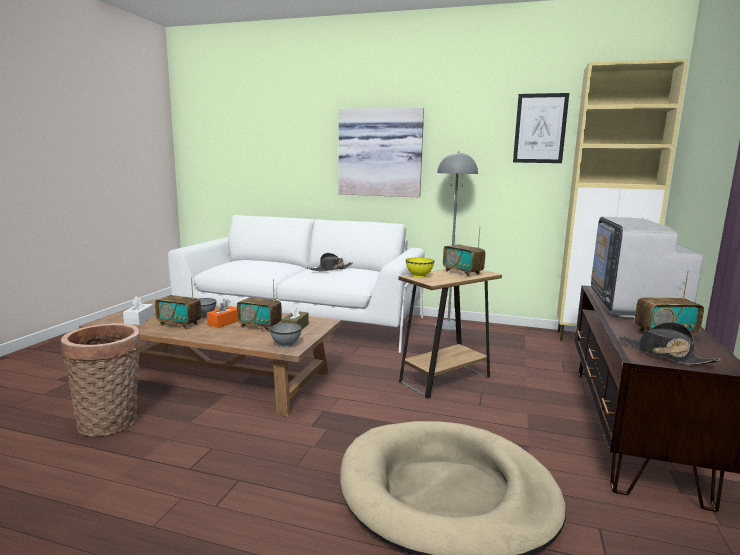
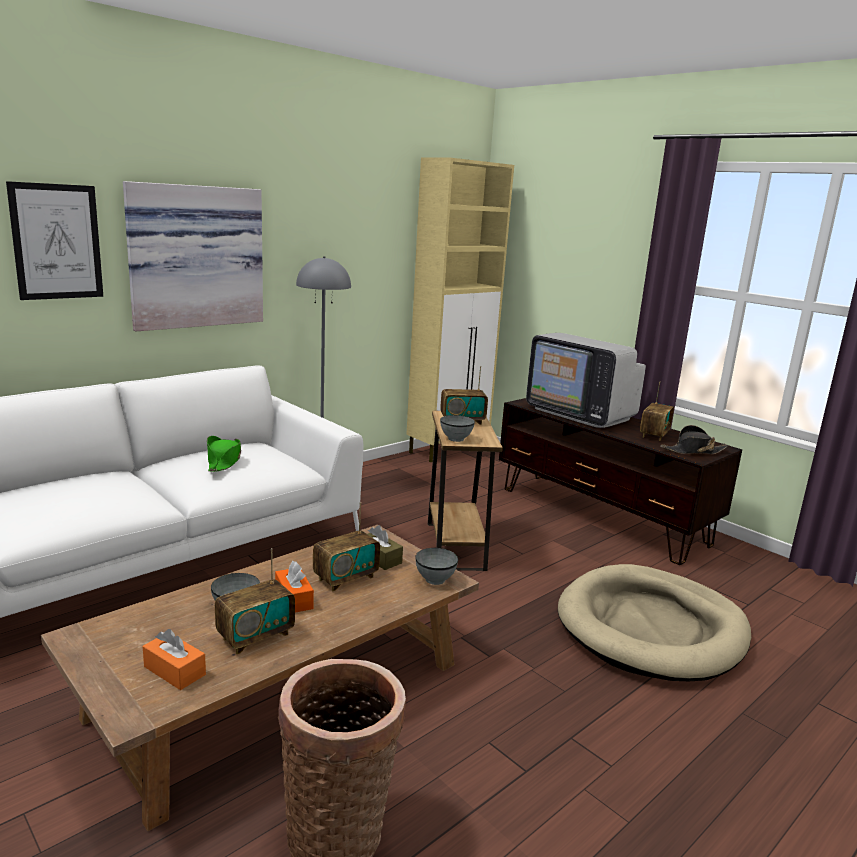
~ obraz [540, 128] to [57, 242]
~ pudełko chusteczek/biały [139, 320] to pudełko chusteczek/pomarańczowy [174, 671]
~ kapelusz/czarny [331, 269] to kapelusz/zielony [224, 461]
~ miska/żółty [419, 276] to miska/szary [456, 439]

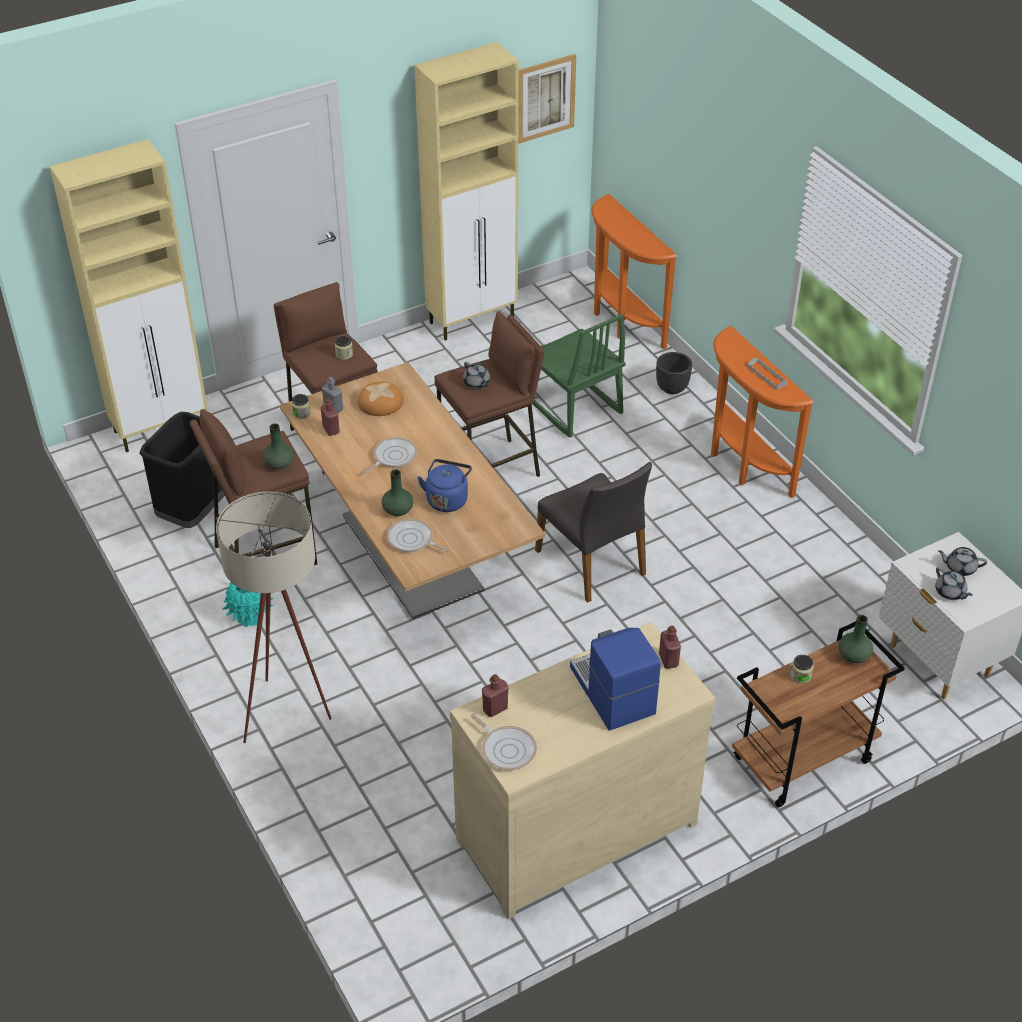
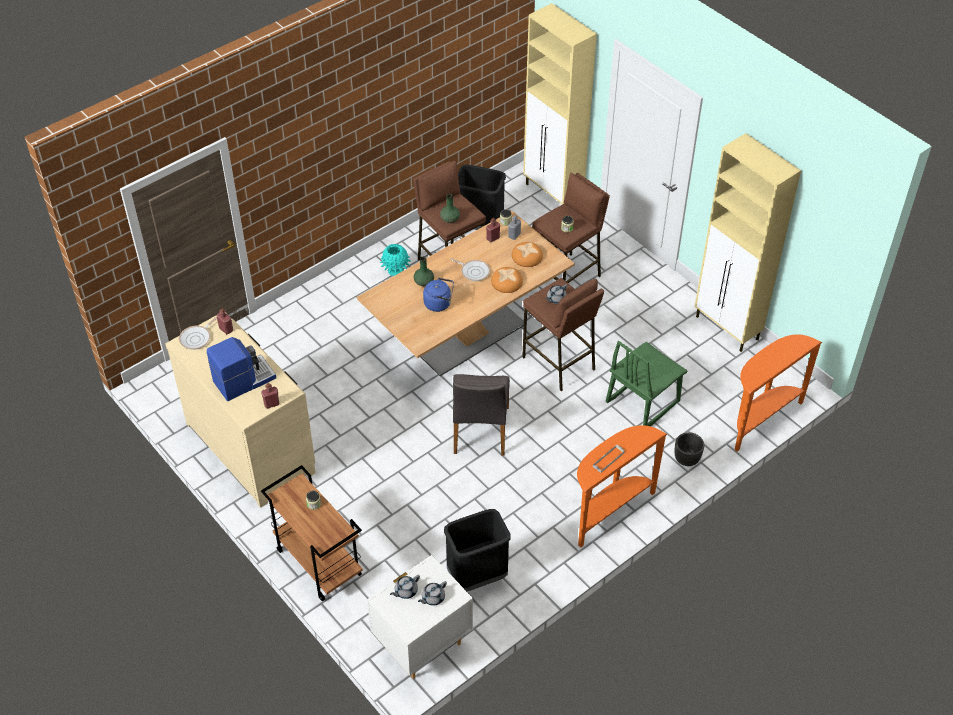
~ imbryk/szary [960, 568] = [432, 597] 135 degrees counterclockwise
+ kosz na śmieci/czarny [477, 576]
~ krzesło/szary [592, 562] = [480, 430] 45 degrees counterclockwise
+ chleb [507, 282]
- lampa stojąca/beżowy [291, 715]
- patelnia [412, 540]
- obraz [545, 98]
- wazon/zielony [854, 655]

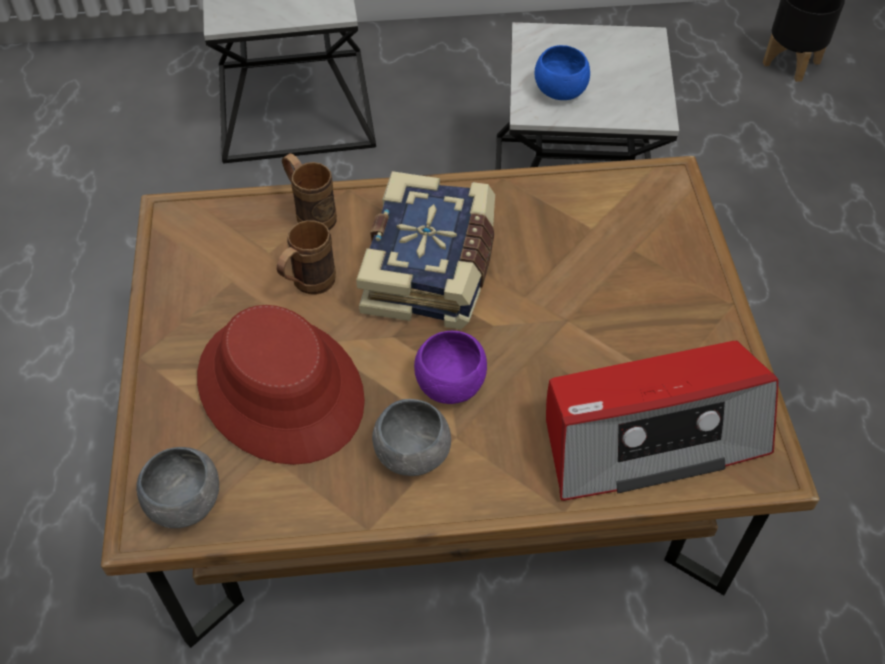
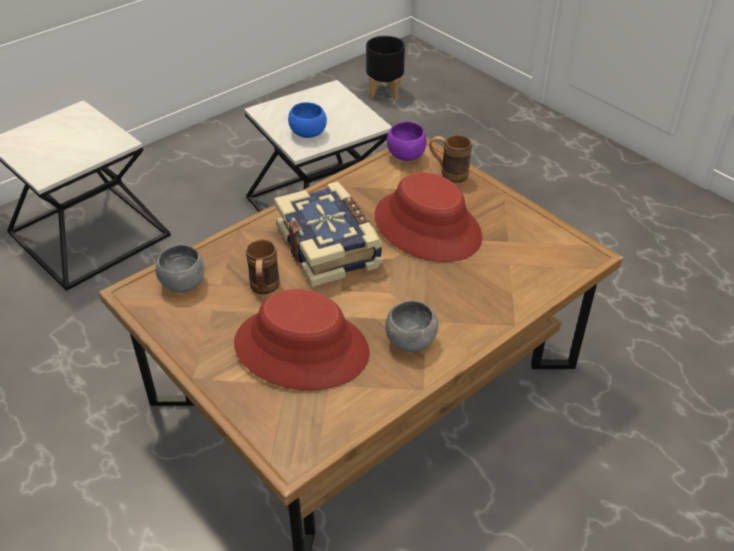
~ miska/szary [185, 503] to [183, 283]
+ kapelusz/czerwony [428, 227]
~ miska/fioletowy [450, 384] to [406, 155]
~ kubek/brązowy [310, 214] to [448, 174]
- radio [650, 435]

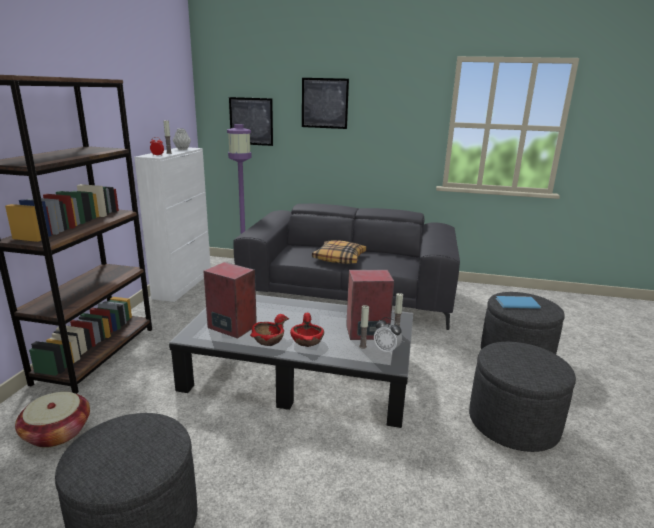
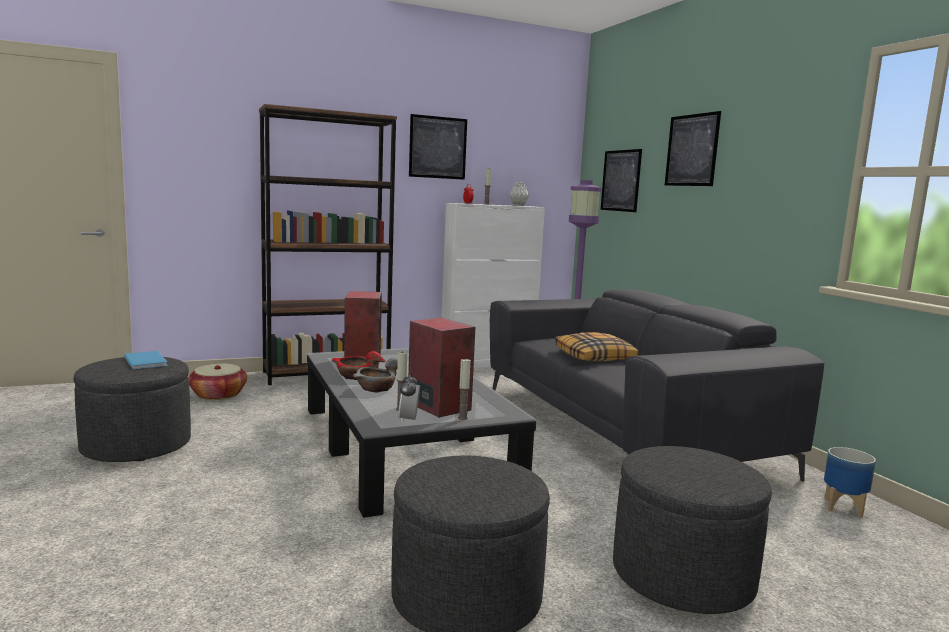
~ książka/niebieski [516, 303] to [146, 361]
~ miska/czerwony [307, 341] to miska/szary [376, 388]
+ obraz [438, 147]
+ donica [843, 508]

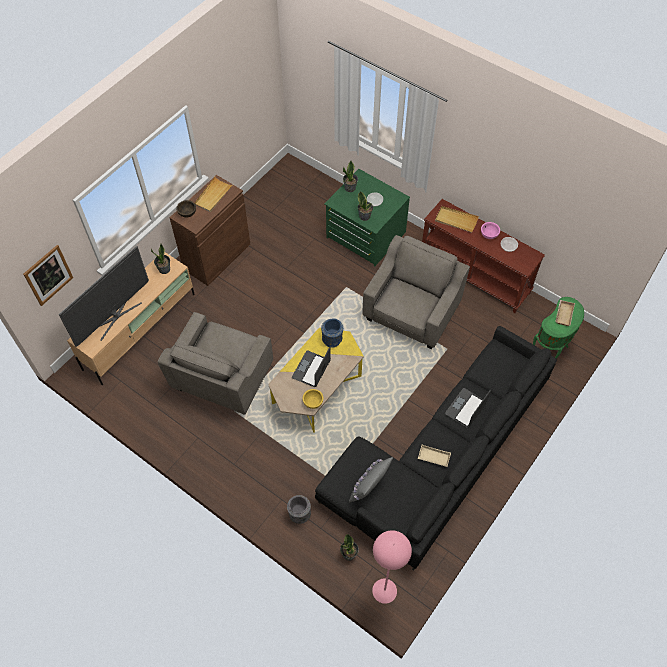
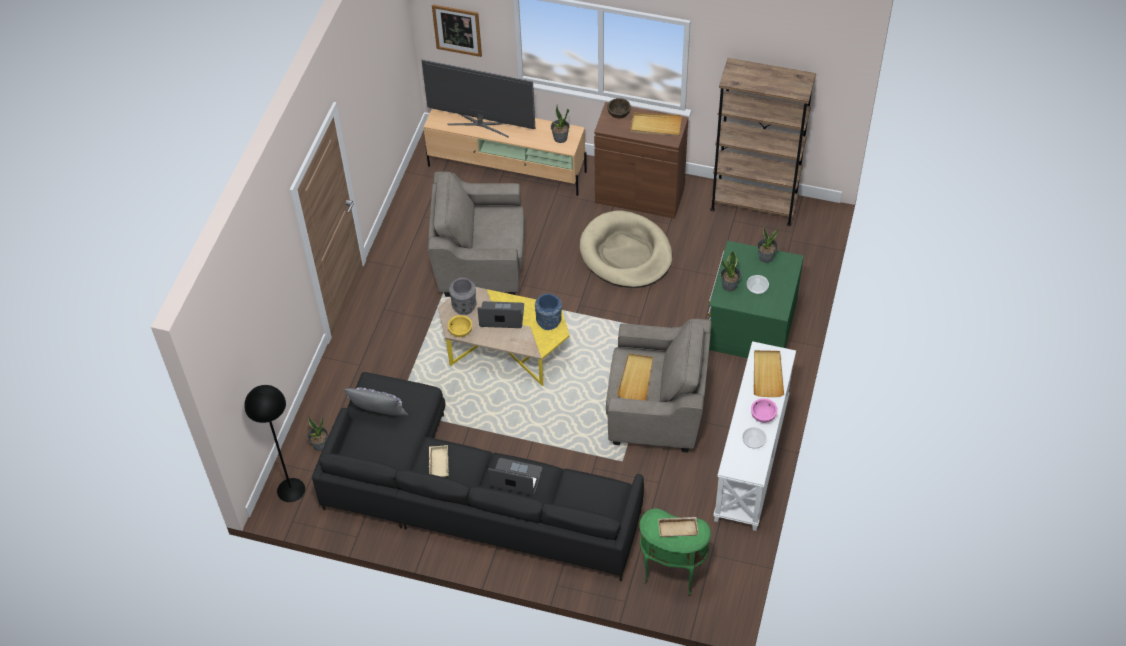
~ lampa stojąca/różowy [384, 591] to lampa stojąca/czarny [290, 490]
~ wazon/szary [299, 514] to [464, 306]
+ legowisko/beżowy [626, 253]
+ taca/beżowy [636, 378]
+ regał/brązowy [753, 205]
~ stolik konsolowy/brązowy [475, 275] to stolik konsolowy/biały [752, 460]

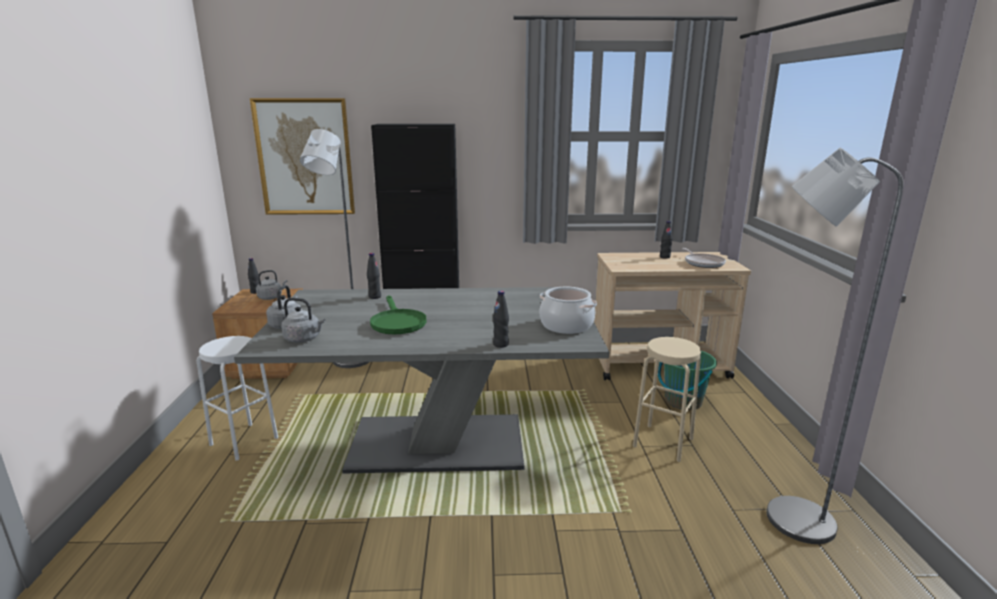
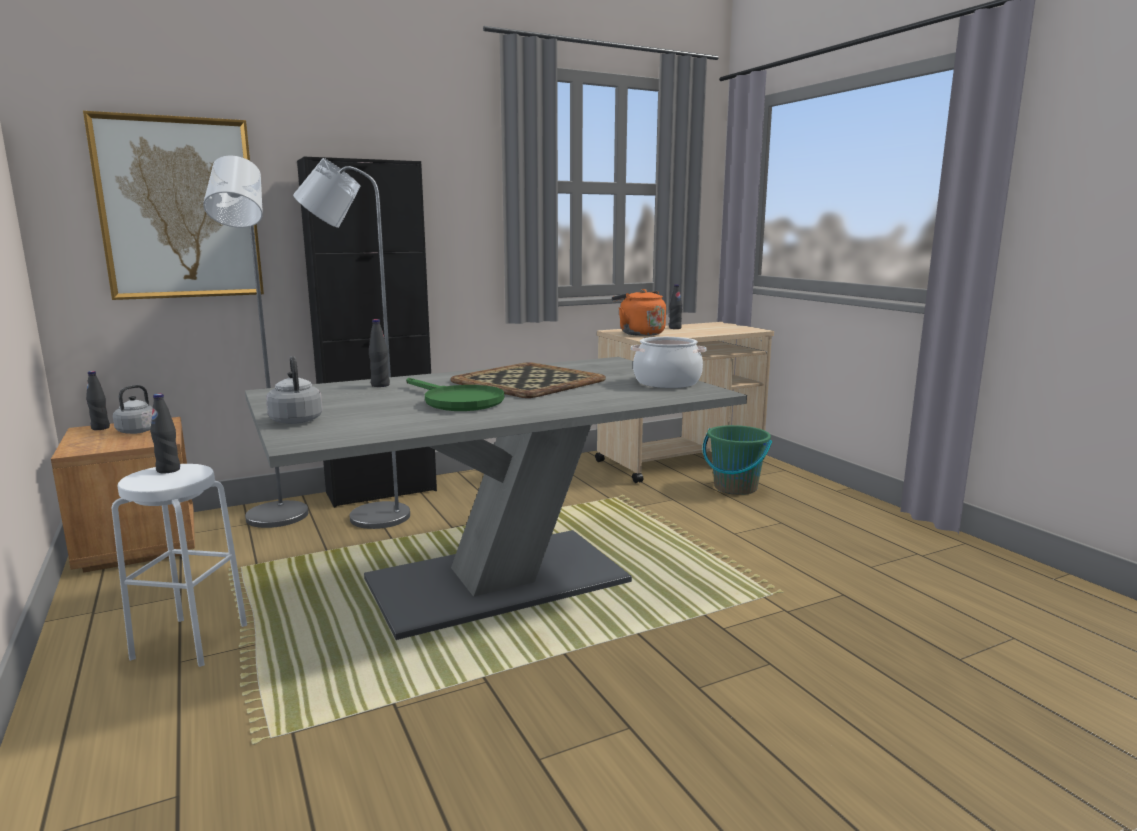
~ butelka/czarny [500, 344] to [168, 470]
~ lampa stojąca/szary [786, 517] to [368, 517]
+ taca [526, 381]
+ czajnik/pomarańczowy [639, 333]
- czajnik/szary [304, 339]
- stołek/beżowy [663, 442]
- patelnia [703, 263]

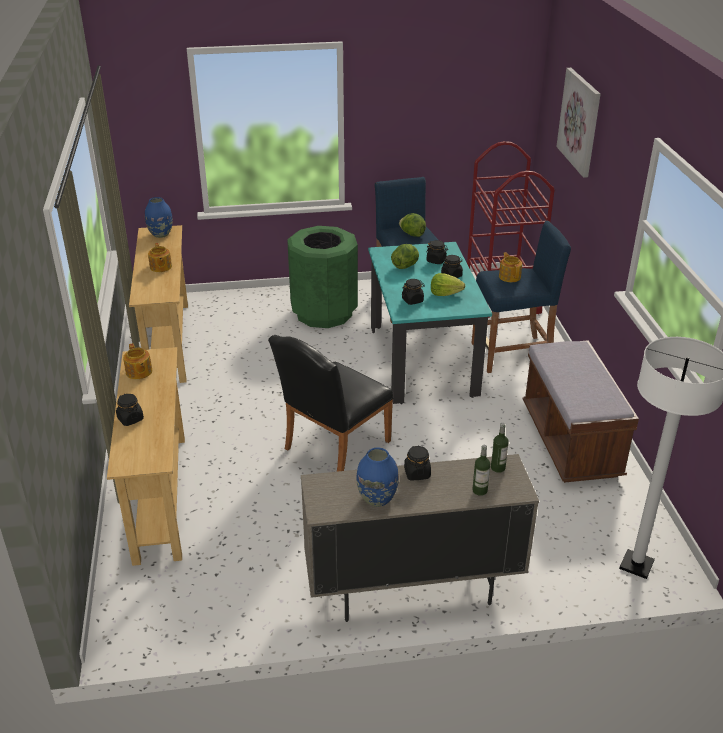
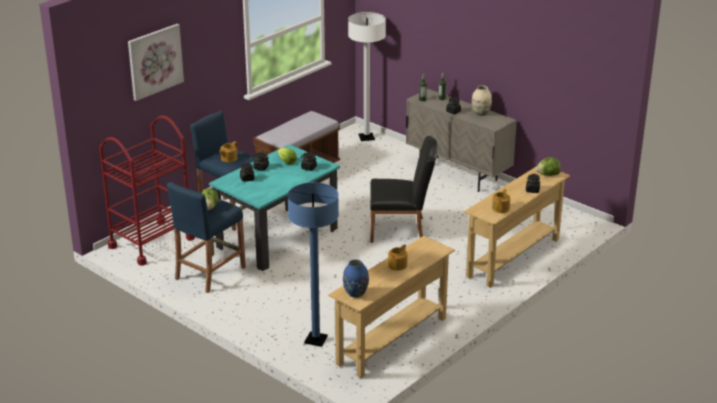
+ lampa stojąca/niebieski [316, 340]
~ wazon/niebieski [376, 499] to wazon/beżowy [481, 113]
~ sałata [405, 266] to [548, 175]
- kosz na śmieci/zielony [324, 313]

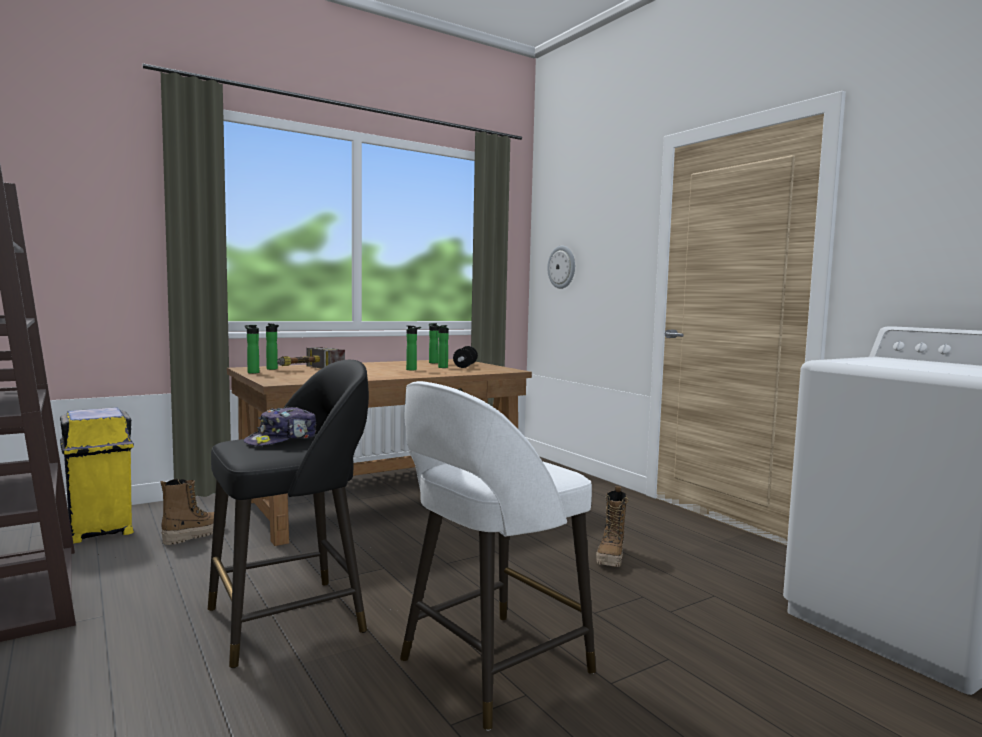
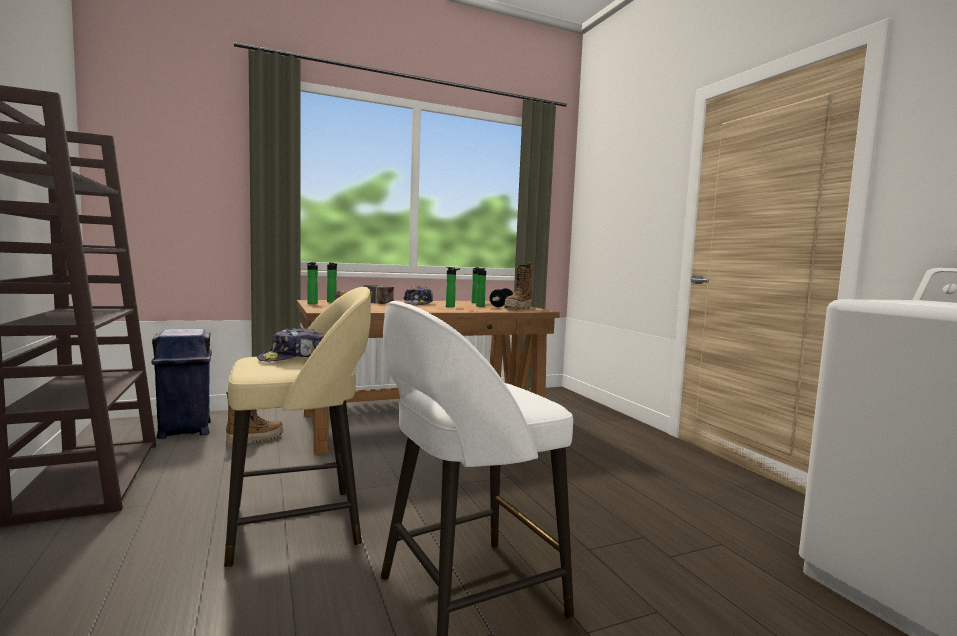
~ kosz na śmieci/żółty [100, 531] to kosz na śmieci/niebieski [185, 430]
~ stołek/czarny [291, 619] to stołek/beżowy [299, 524]
+ czapka z daszkiem [418, 304]
~ but z cholewką [611, 558] to [518, 309]
- zegar ścienny [562, 267]

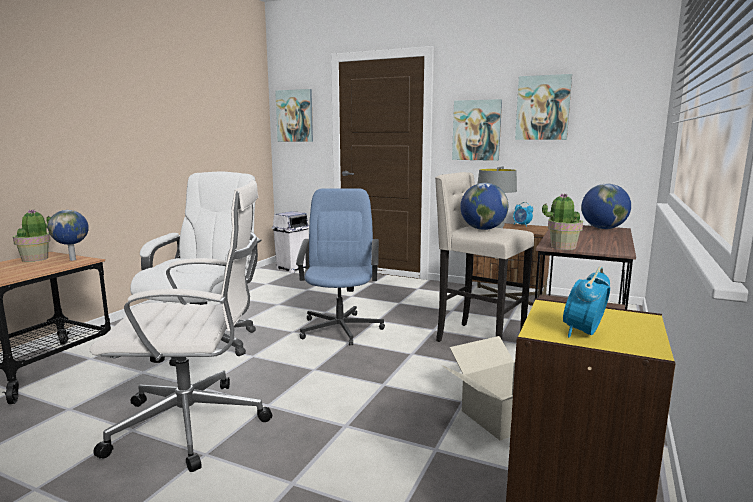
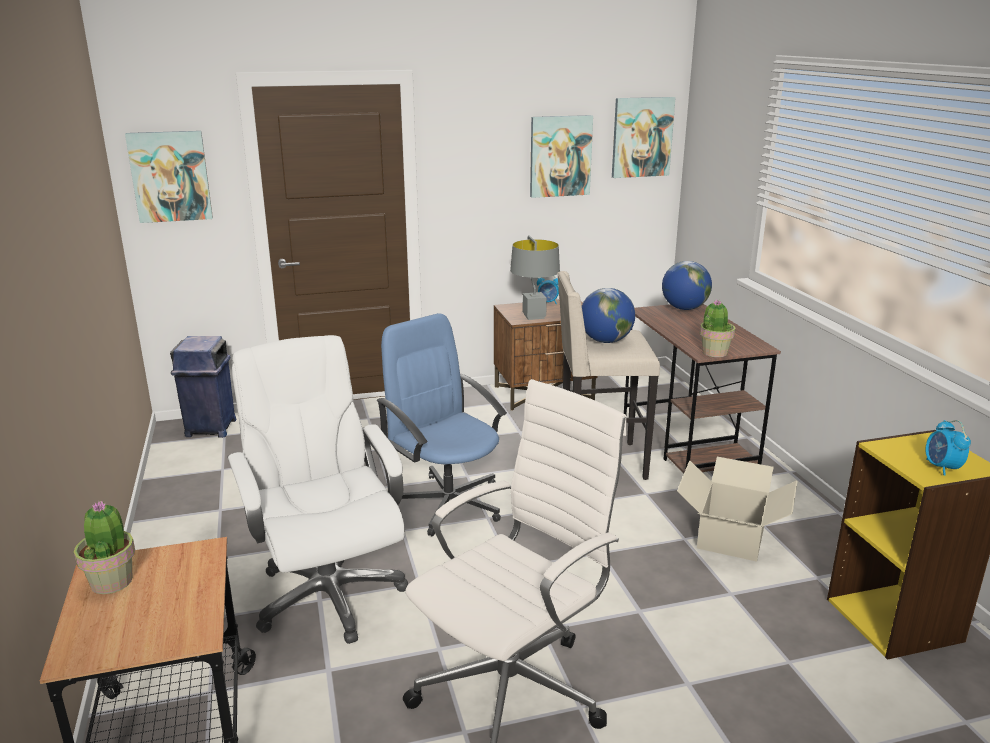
~ kosz na śmieci/biały [292, 268] to kosz na śmieci/niebieski [210, 428]
~ obraz [476, 130] to [642, 137]
- globus [73, 259]

